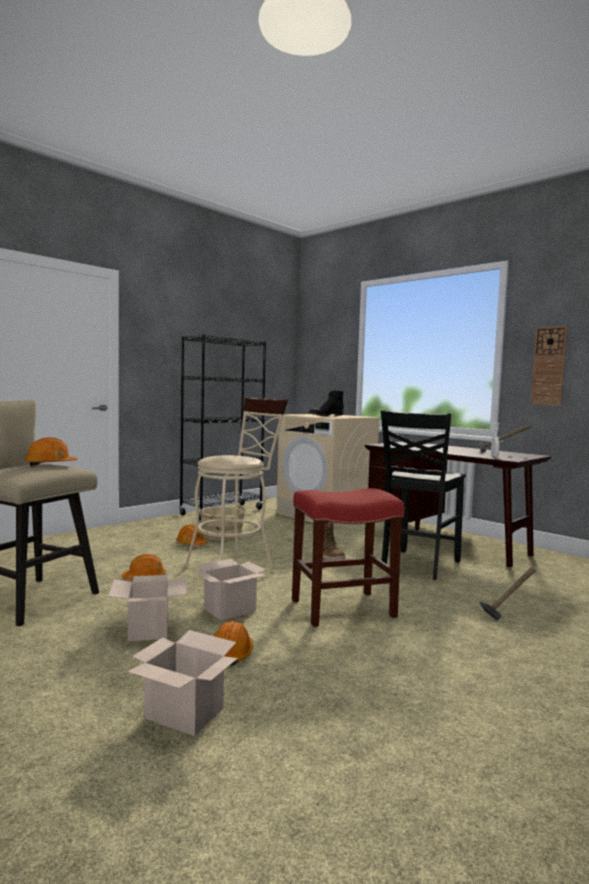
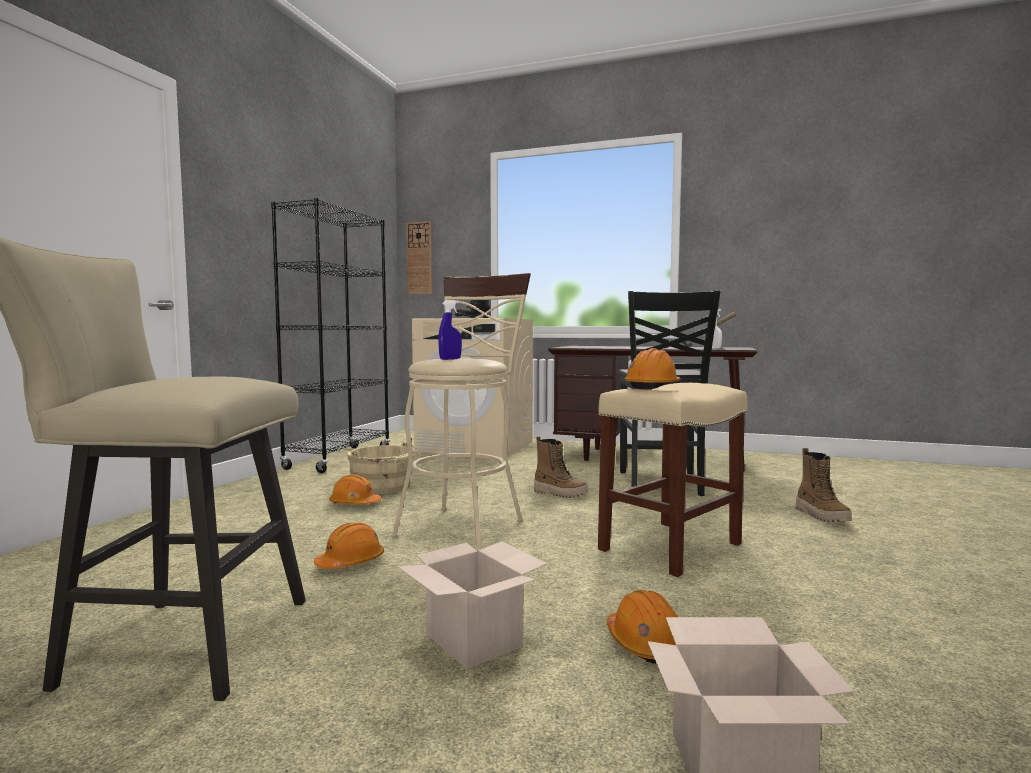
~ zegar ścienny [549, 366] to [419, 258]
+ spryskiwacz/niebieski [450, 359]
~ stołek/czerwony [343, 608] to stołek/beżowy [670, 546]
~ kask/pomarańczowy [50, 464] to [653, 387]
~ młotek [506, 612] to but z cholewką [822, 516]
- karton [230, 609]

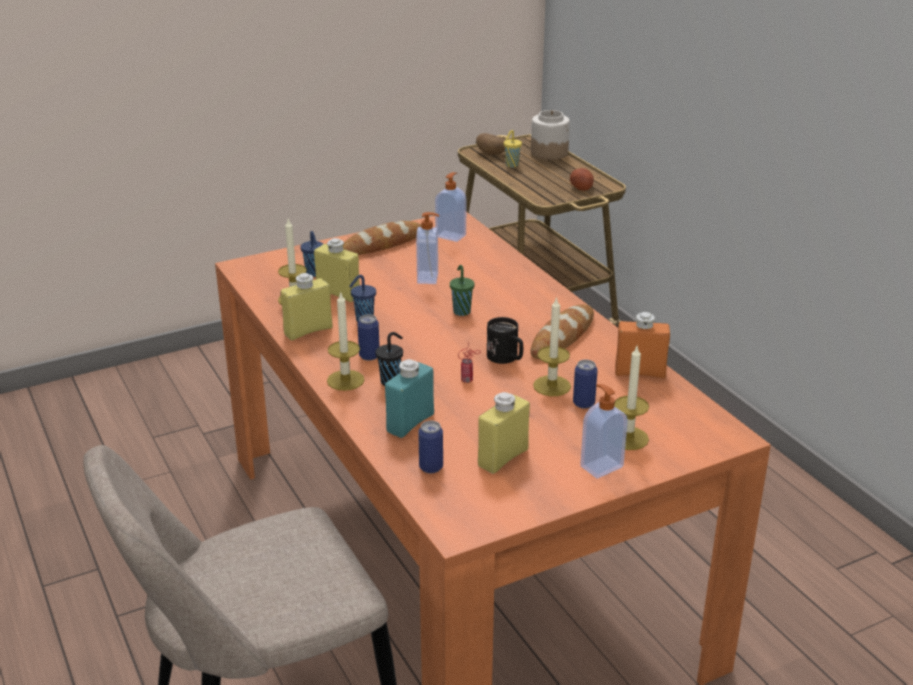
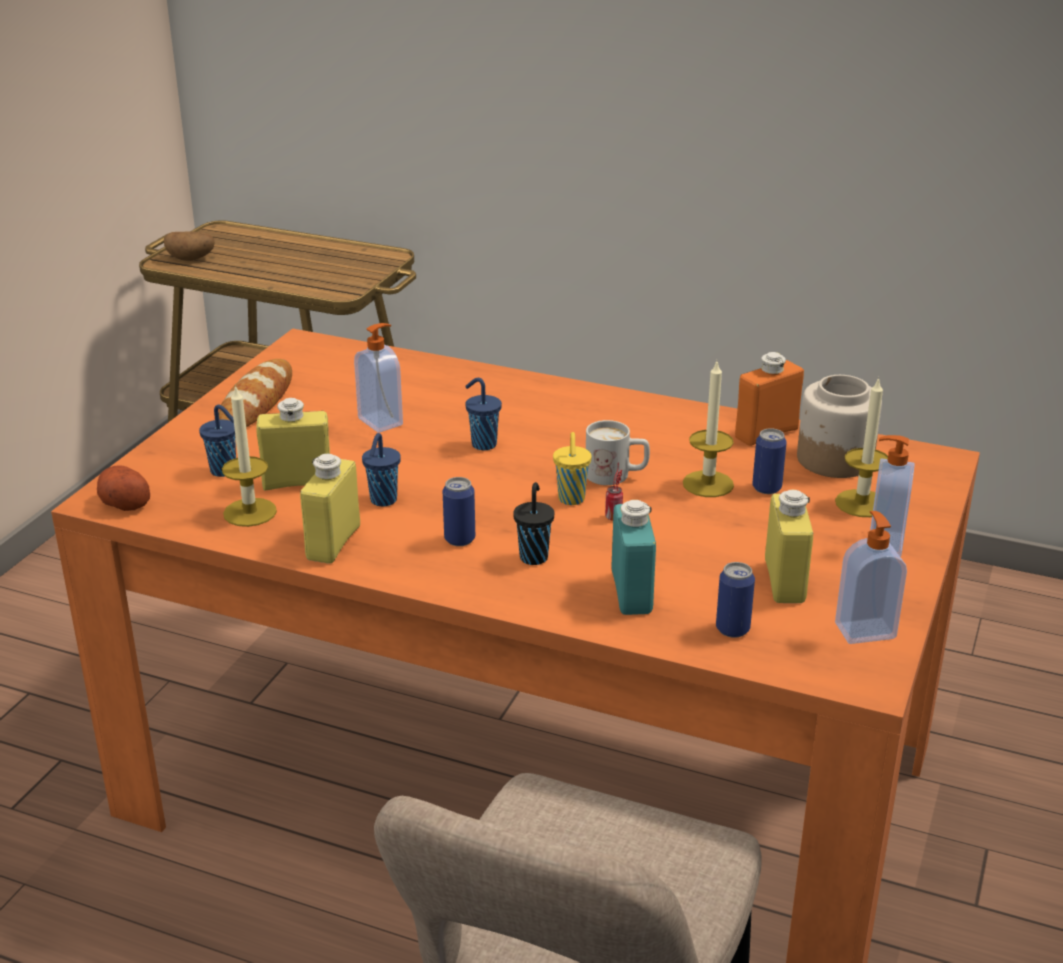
~ ziemniak [581, 187] to [124, 503]
~ filiżanka/zielony [461, 311] to filiżanka/niebieski [482, 444]
~ filiżanka/żółty [511, 165] to [571, 500]
~ kubek/czarny [506, 359] to kubek/biały [616, 475]
~ słoik [549, 153] to [834, 459]
~ dozownik mydła [451, 235] to [864, 630]
- świeca [345, 380]
- chleb [562, 336]

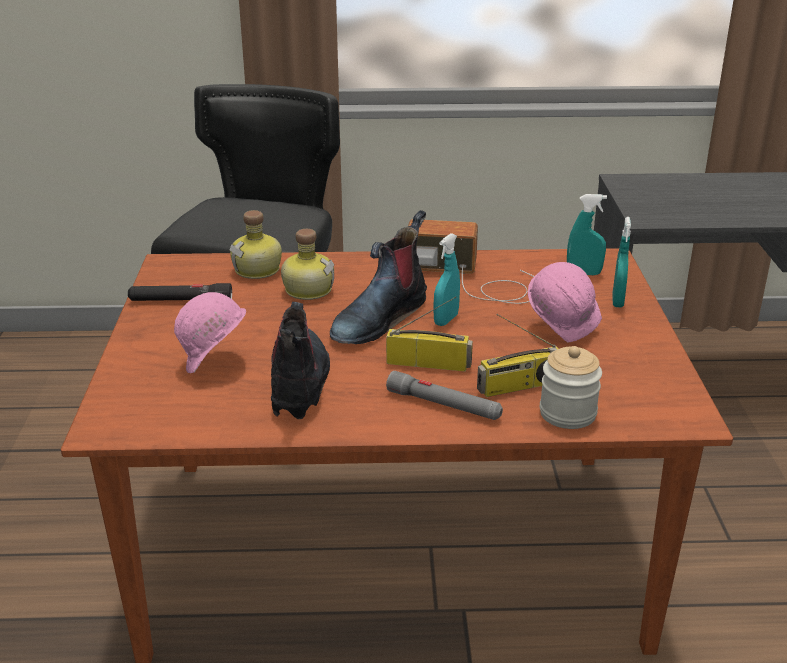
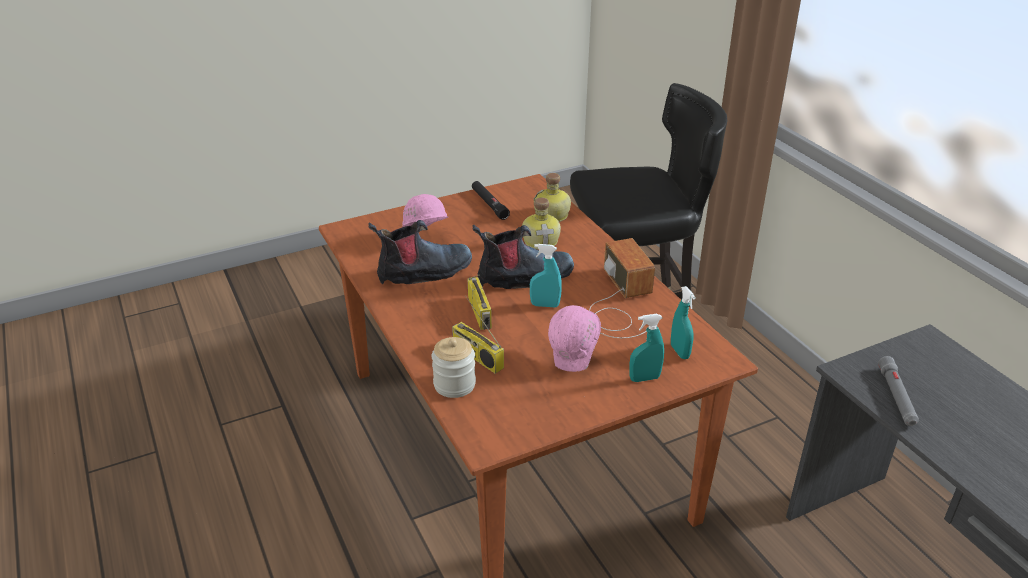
~ but z cholewką [379, 318] = [524, 278] 150 degrees clockwise
~ latarka/szary [444, 405] to [896, 397]

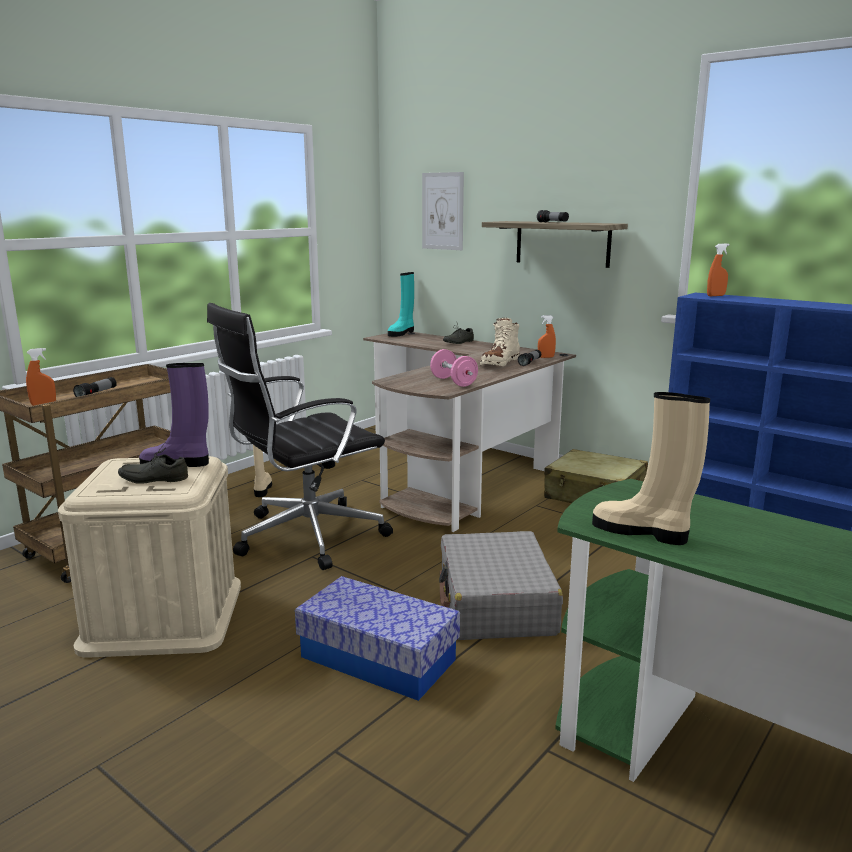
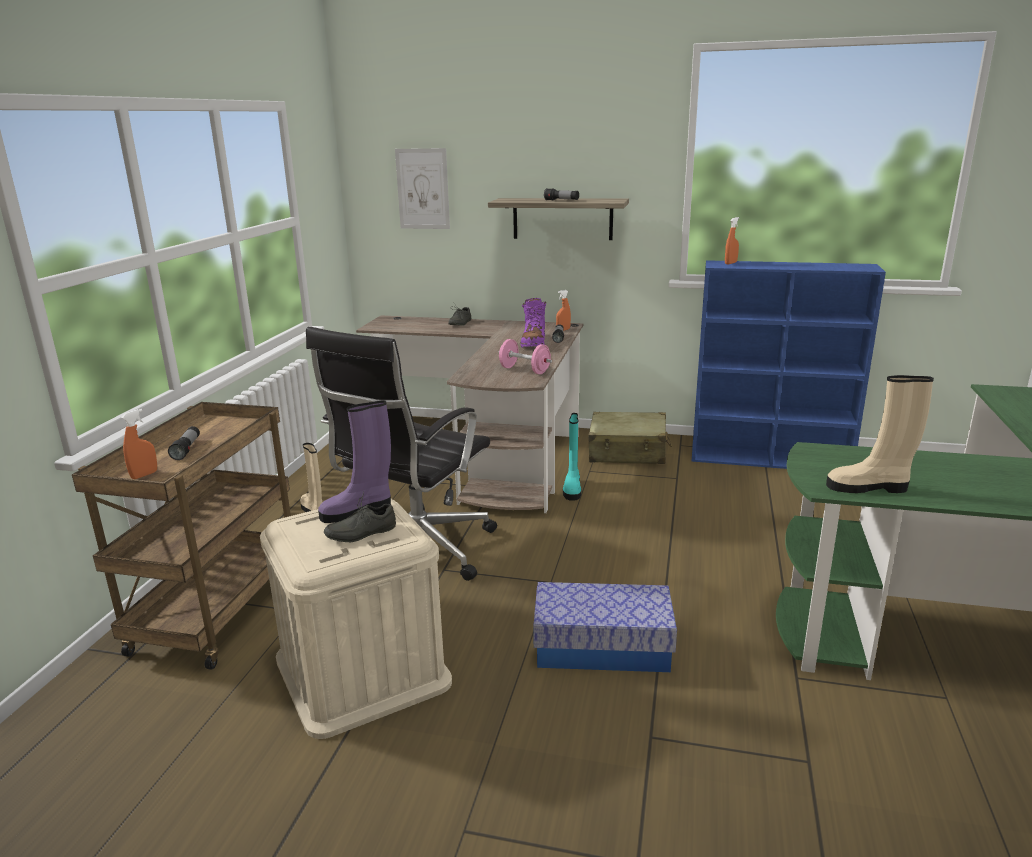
~ but z cholewką/beżowy [499, 363] to but z cholewką/fioletowy [534, 343]
~ but z cholewką/turkusowy [401, 333] to [572, 488]
- walizka/szary [496, 603]

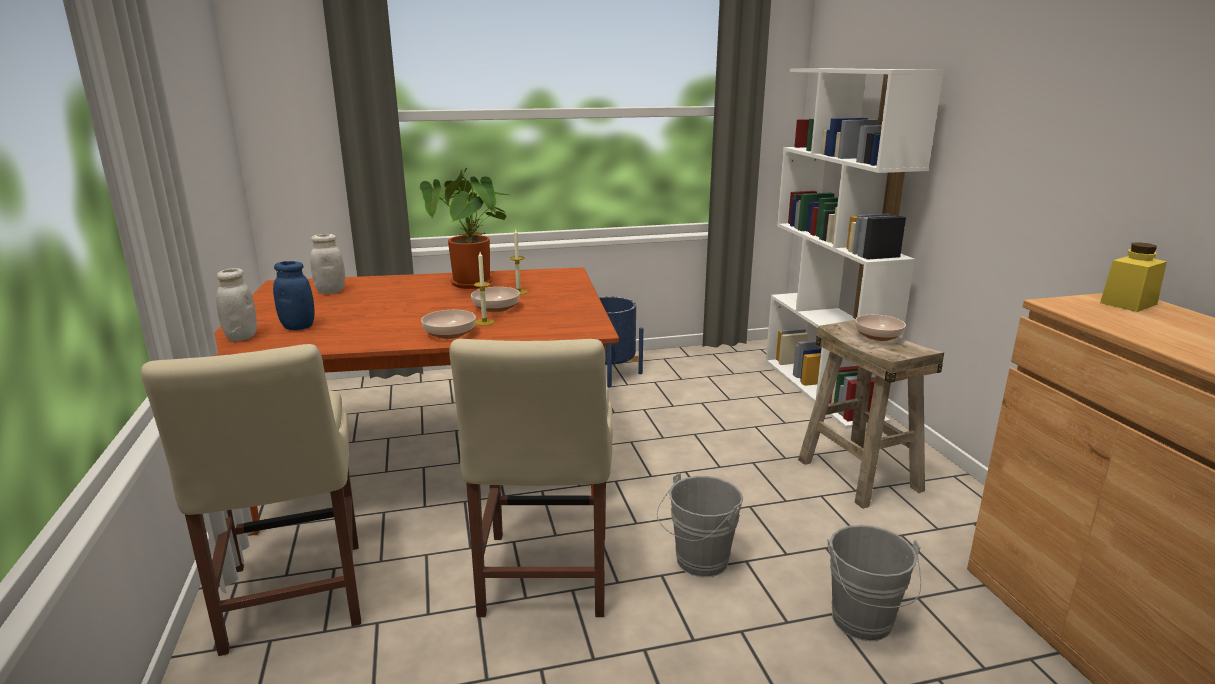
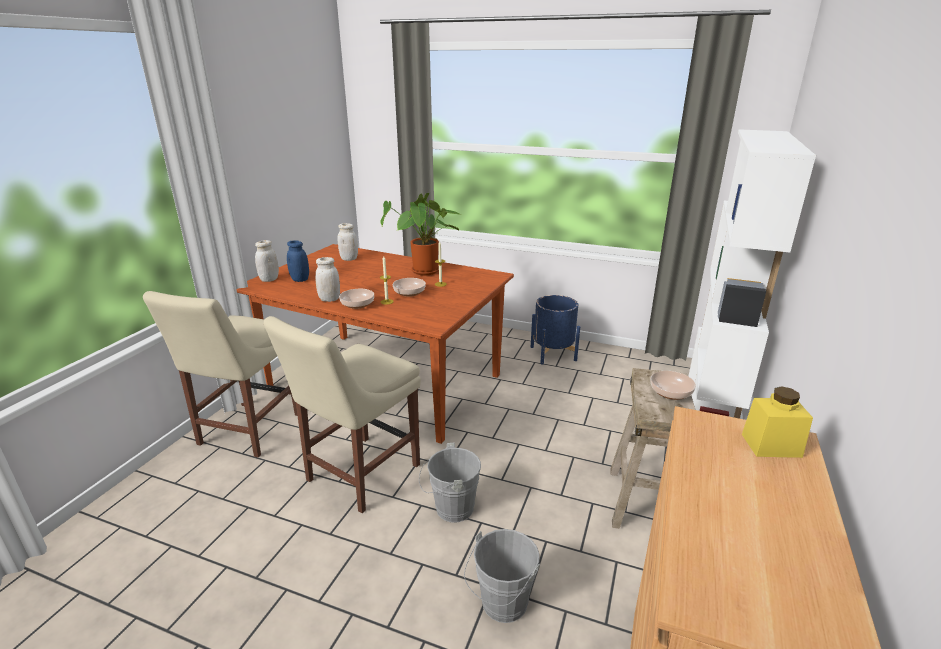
+ słoik/biały [329, 299]

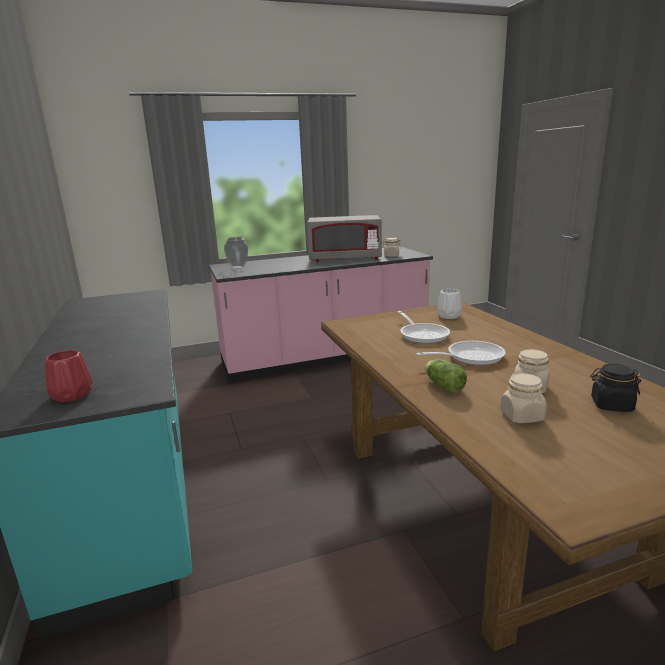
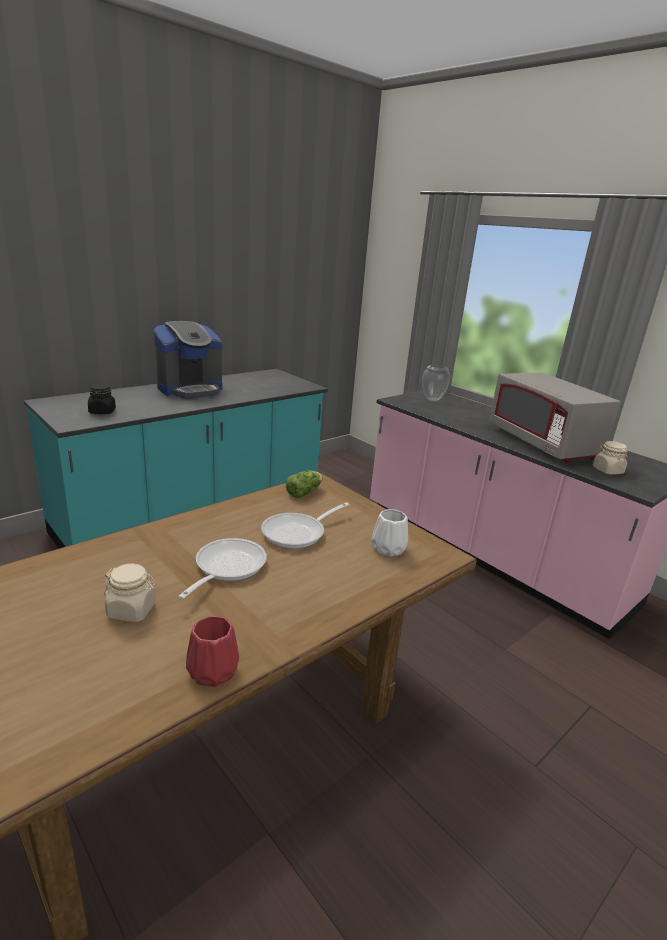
~ słoik/czarny [611, 405] to [102, 411]
+ ekspres do kawy [190, 389]
~ patelnia [470, 357] = [226, 568] 120 degrees counterclockwise
~ wazon/czerwony [71, 395] to [212, 670]
~ sałata [443, 385] to [305, 492]
- słoik/beżowy [522, 416]

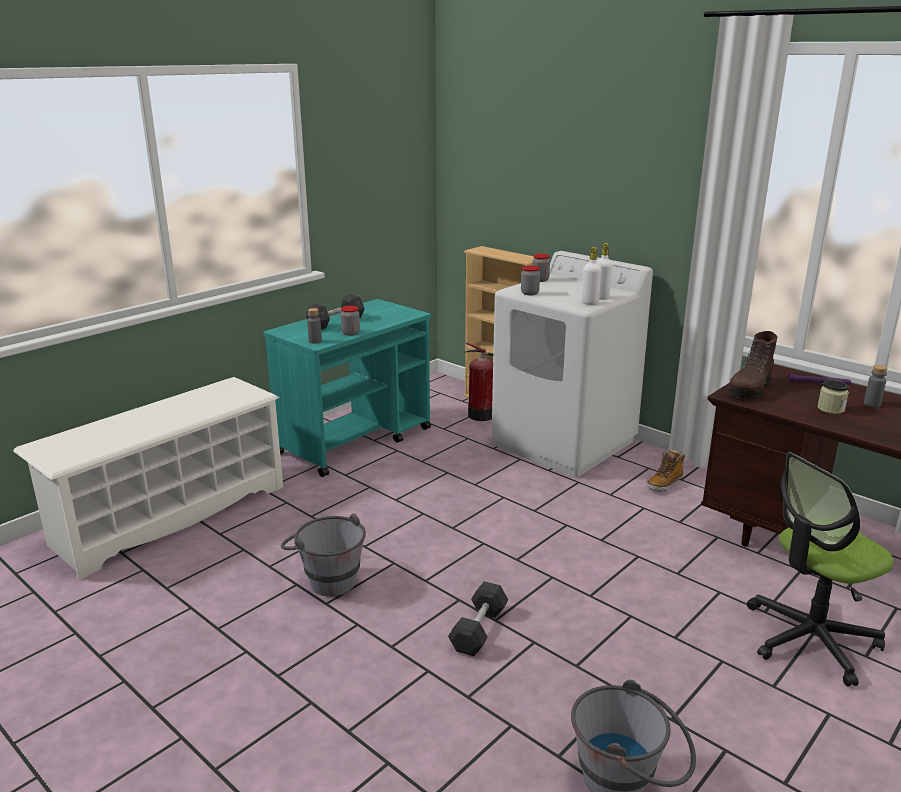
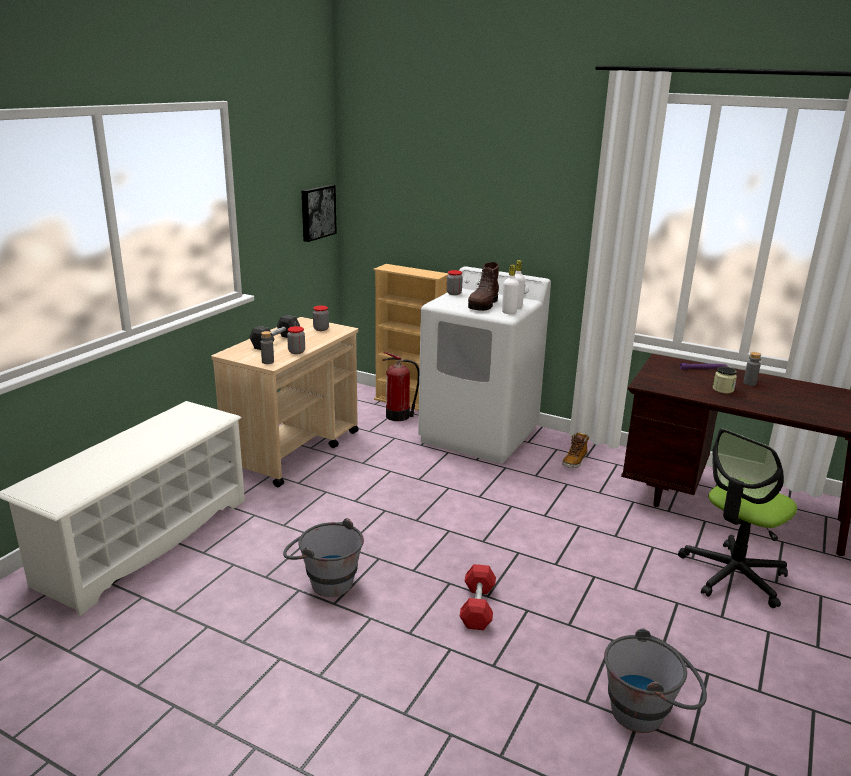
~ wózek/turkusowy [356, 440] to wózek/beżowy [294, 449]
+ obraz [317, 212]
~ słoik [529, 293] to [321, 329]
~ hantel/szary [478, 630] to hantel/czerwony [477, 607]
~ but z cholewką/brązowy [750, 389] to [483, 305]

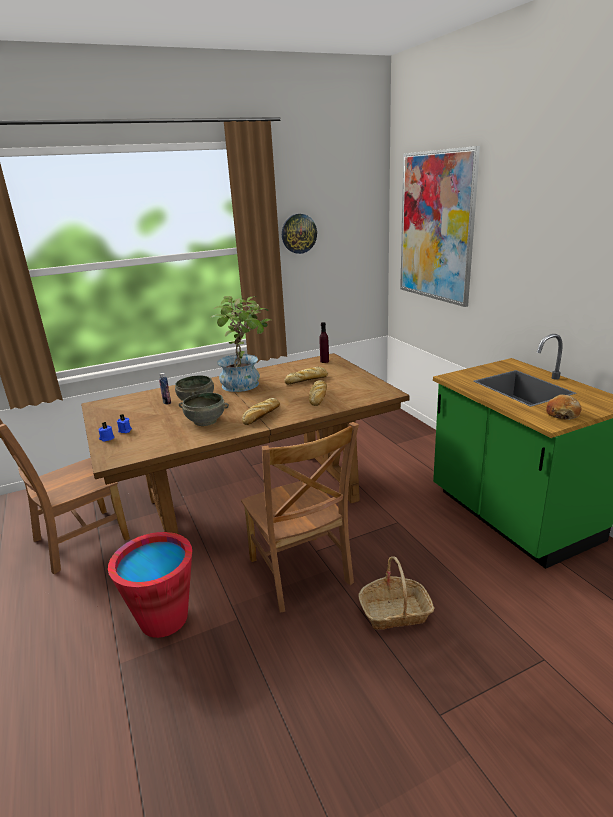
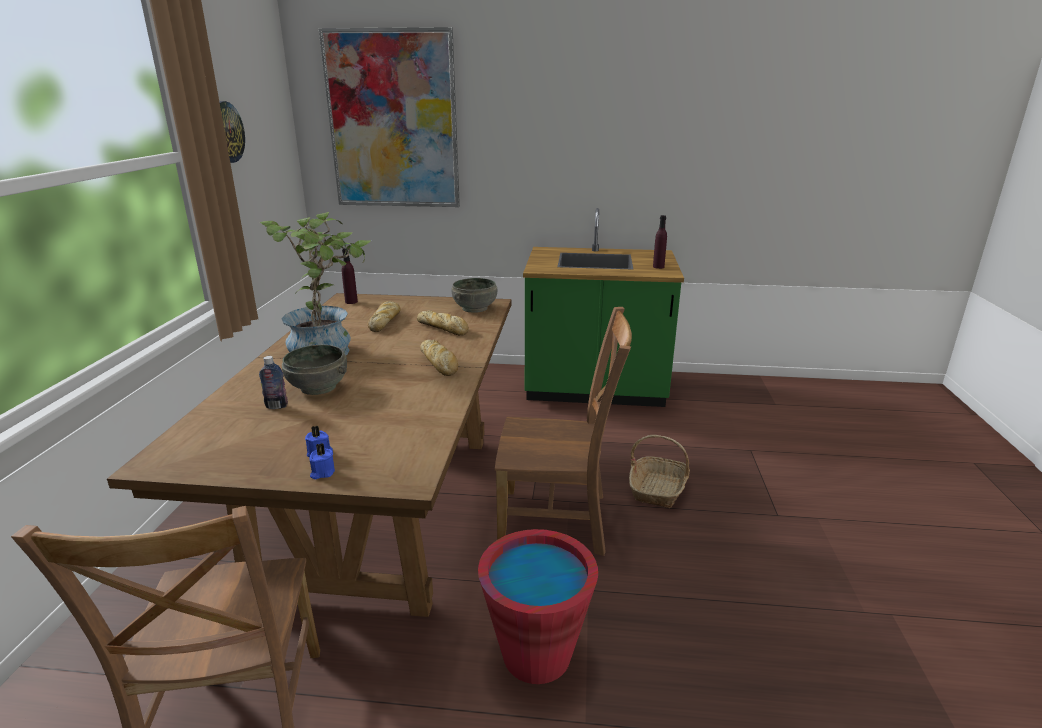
~ miska/szary [205, 421] to [475, 308]
~ chleb [562, 414] to butelka/fioletowy [658, 267]

